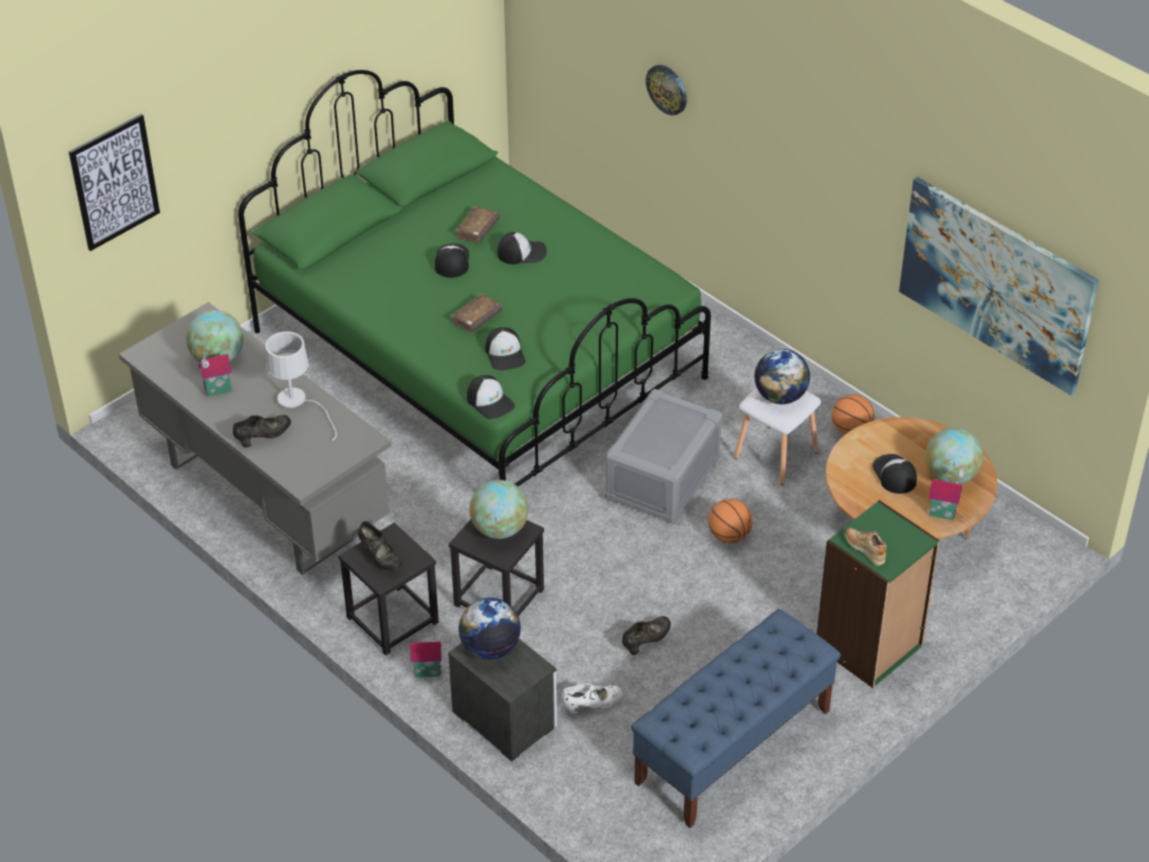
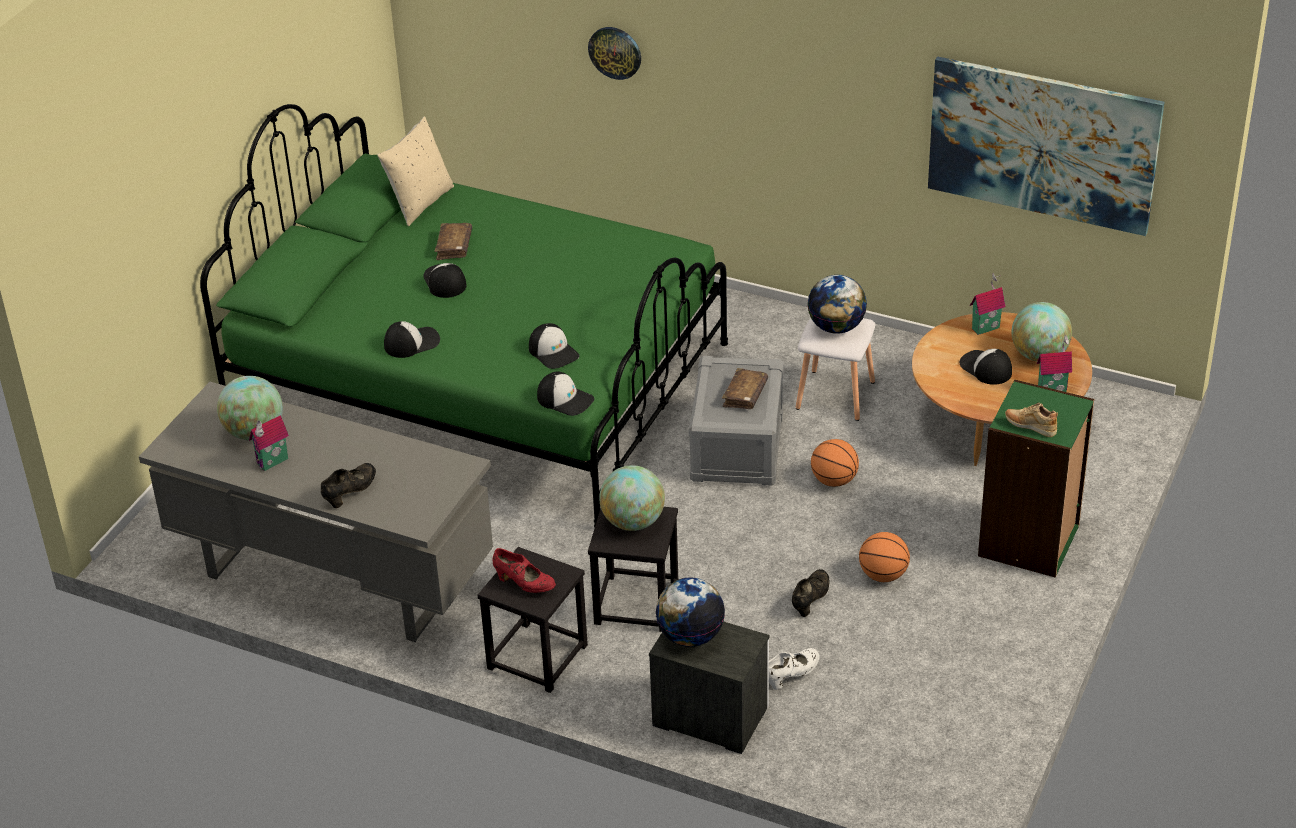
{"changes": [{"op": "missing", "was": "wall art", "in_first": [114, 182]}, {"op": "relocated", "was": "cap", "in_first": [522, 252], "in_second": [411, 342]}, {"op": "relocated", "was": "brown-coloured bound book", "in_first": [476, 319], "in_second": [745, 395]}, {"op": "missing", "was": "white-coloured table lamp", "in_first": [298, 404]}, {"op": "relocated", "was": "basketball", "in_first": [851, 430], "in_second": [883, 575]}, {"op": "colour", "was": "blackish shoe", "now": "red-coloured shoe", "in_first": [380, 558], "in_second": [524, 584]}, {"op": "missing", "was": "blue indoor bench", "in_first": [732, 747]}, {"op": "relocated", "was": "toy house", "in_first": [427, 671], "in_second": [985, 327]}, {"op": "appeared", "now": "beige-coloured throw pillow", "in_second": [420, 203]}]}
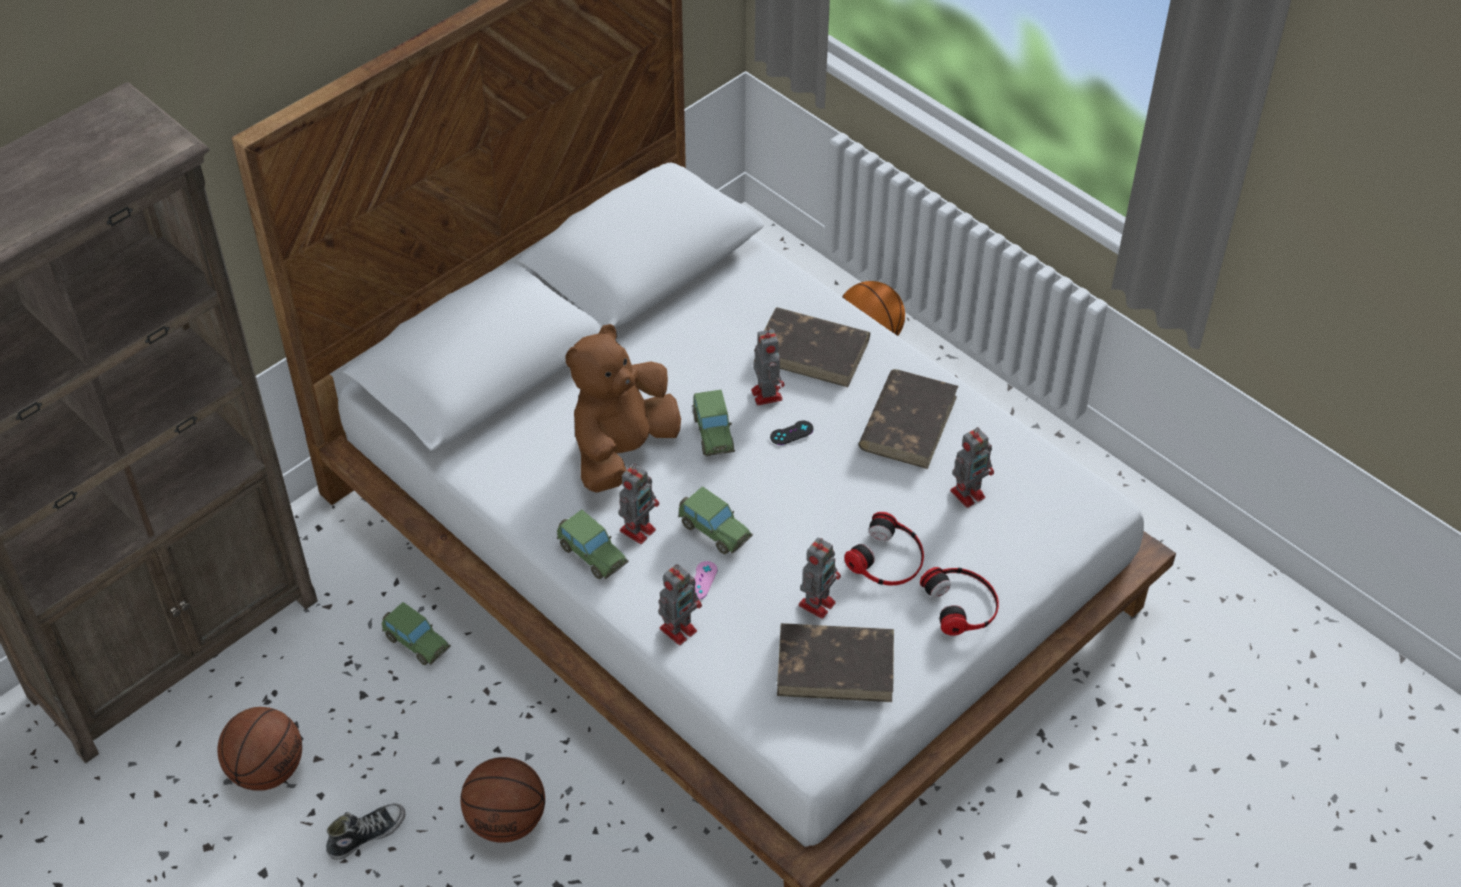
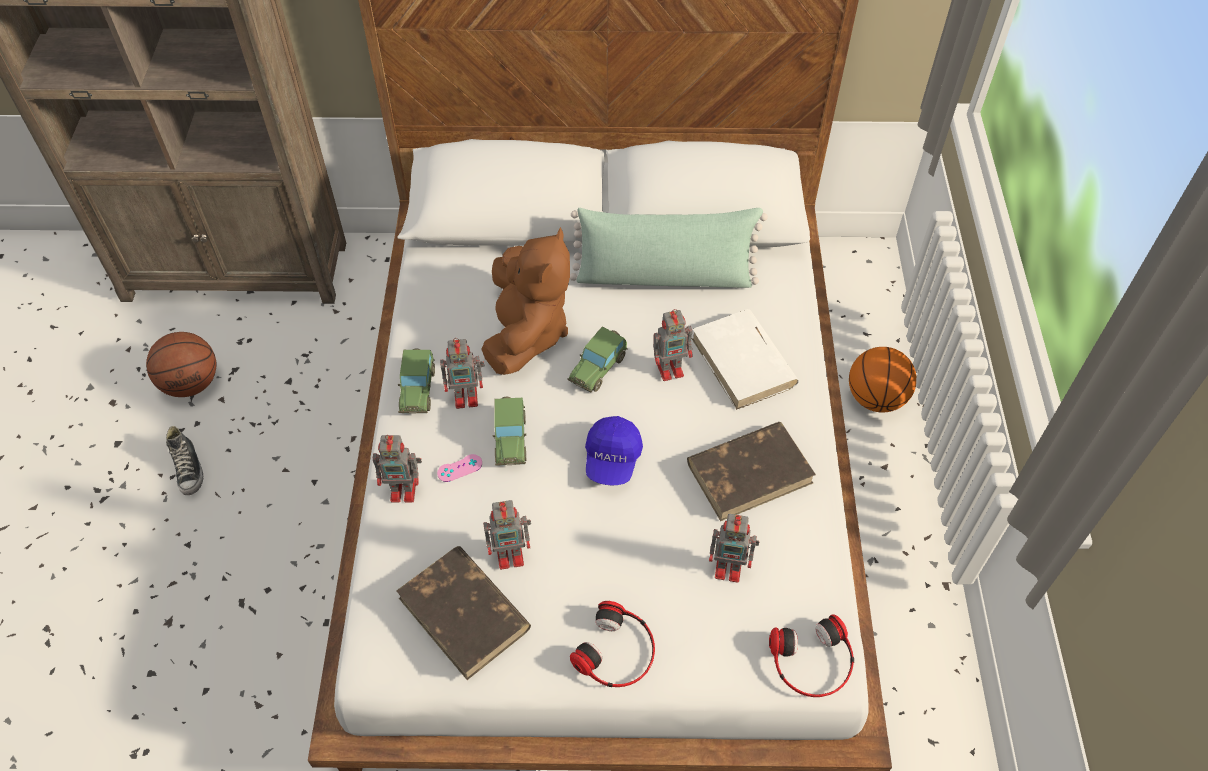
{"changes": [{"op": "colour", "was": "brown-coloured bound book", "now": "white-coloured bound book", "in_first": [813, 351], "in_second": [744, 363]}, {"op": "spun", "was": "brown-coloured cuddly toy", "in_first": [622, 450], "in_second": [526, 333], "clockwise": 105}, {"op": "spun", "was": "model robot", "in_first": [766, 393], "in_second": [671, 368], "clockwise": 45}, {"op": "missing", "was": "blackish game controller", "in_first": [791, 433]}, {"op": "relocated", "was": "headphones", "in_first": [888, 558], "in_second": [812, 661]}, {"op": "missing", "was": "toy car", "in_first": [416, 642]}, {"op": "missing", "was": "basketball", "in_first": [507, 820]}, {"op": "spun", "was": "shoe", "in_first": [366, 834], "in_second": [189, 469], "clockwise": 60}, {"op": "appeared", "now": "green throw pillow", "in_second": [664, 276]}, {"op": "appeared", "now": "blue cap", "in_second": [612, 459]}]}
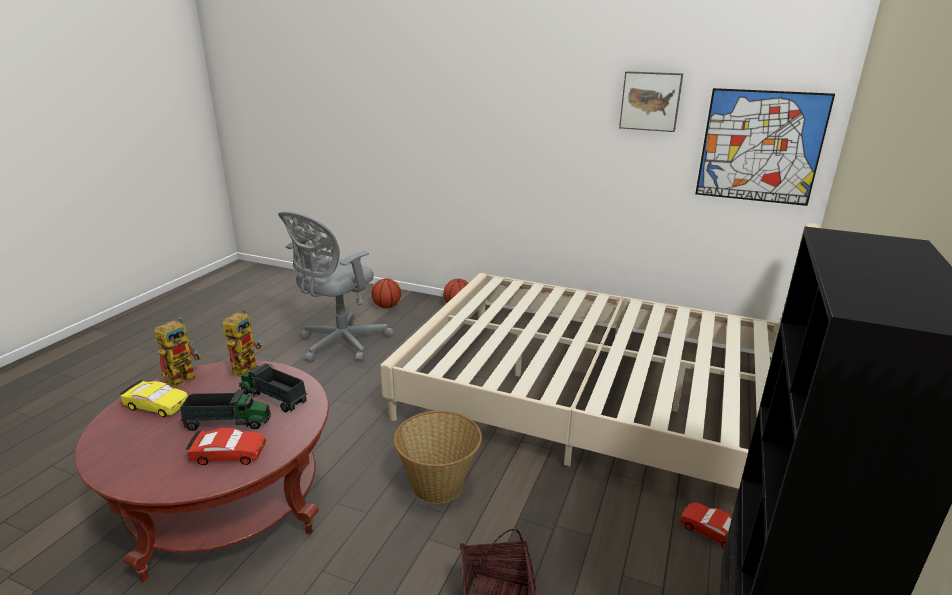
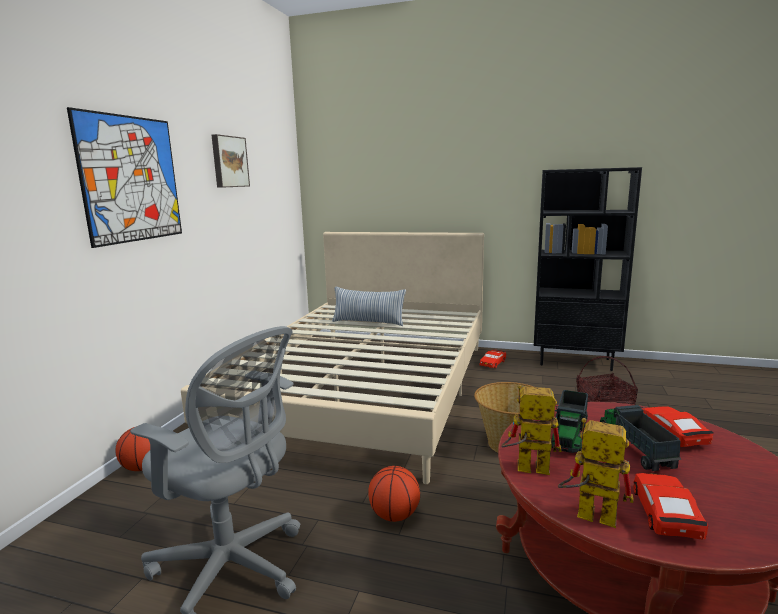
{"changes": [{"op": "relocated", "was": "wall art", "in_first": [760, 147], "in_second": [131, 179]}, {"op": "relocated", "was": "basketball", "in_first": [387, 306], "in_second": [394, 515]}, {"op": "colour", "was": "yellow toy car", "now": "red-coloured toy car", "in_first": [157, 405], "in_second": [665, 514]}, {"op": "appeared", "now": "throw pillow", "in_second": [368, 322]}]}
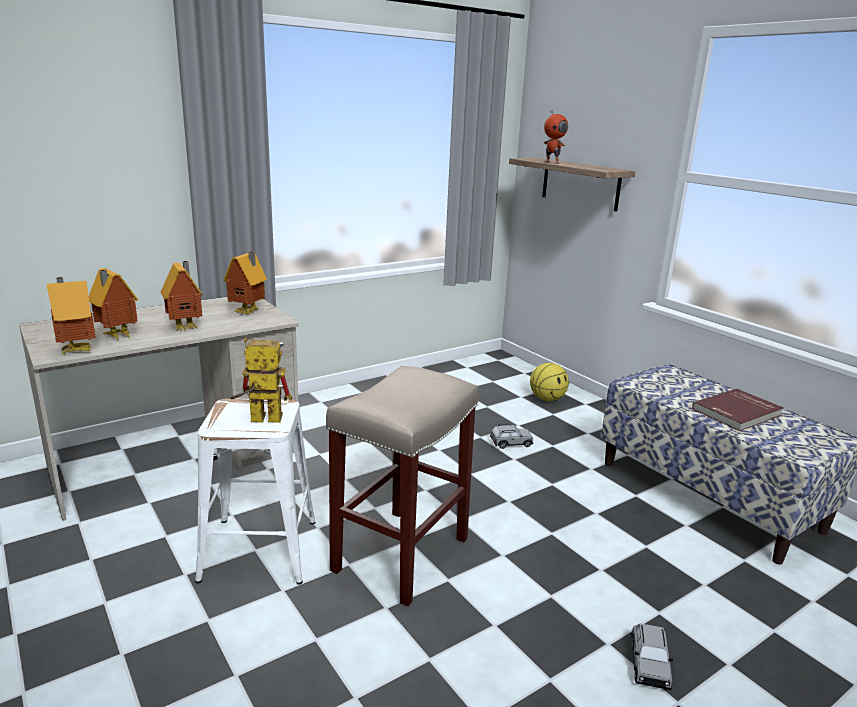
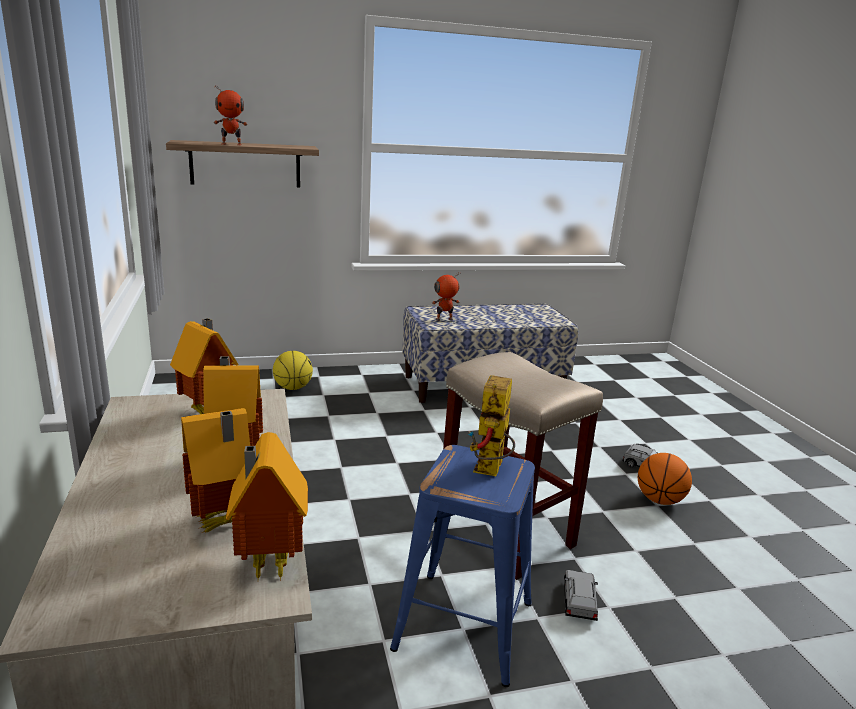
{"changes": [{"op": "missing", "was": "red-coloured bound book", "in_first": [738, 413]}, {"op": "colour", "was": "white-coloured stool", "now": "blue stool", "in_first": [259, 550], "in_second": [465, 625]}, {"op": "relocated", "was": "greyish toy car", "in_first": [511, 443], "in_second": [579, 602]}, {"op": "appeared", "now": "model robot", "in_second": [444, 320]}, {"op": "appeared", "now": "basketball", "in_second": [659, 500]}]}
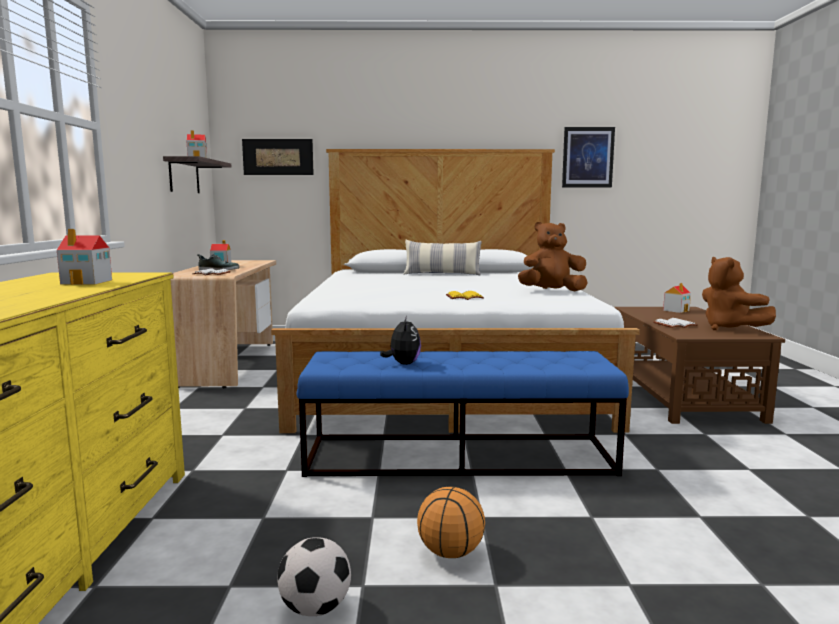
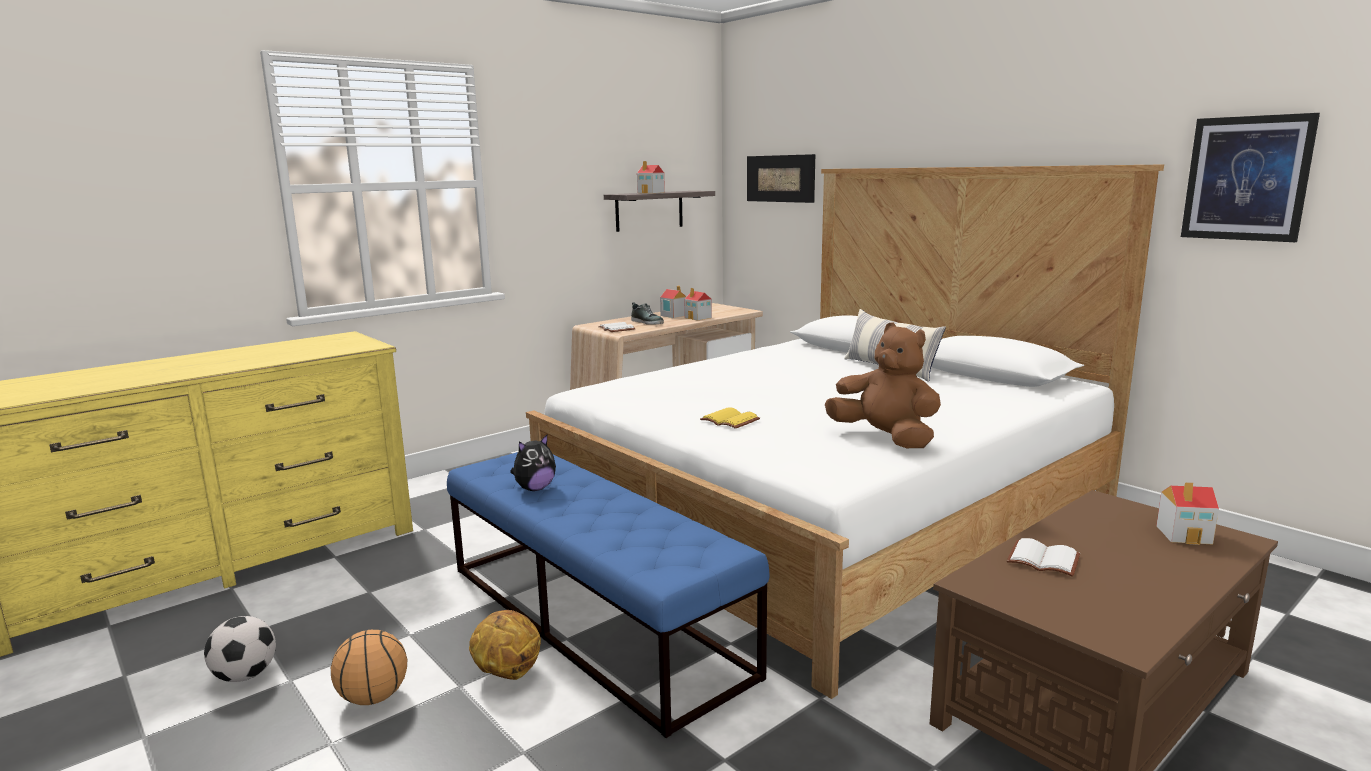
{"changes": [{"op": "relocated", "was": "toy house", "in_first": [87, 282], "in_second": [698, 318]}, {"op": "missing", "was": "brown-coloured cuddly toy", "in_first": [729, 328]}, {"op": "appeared", "now": "basketball", "in_second": [507, 673]}]}
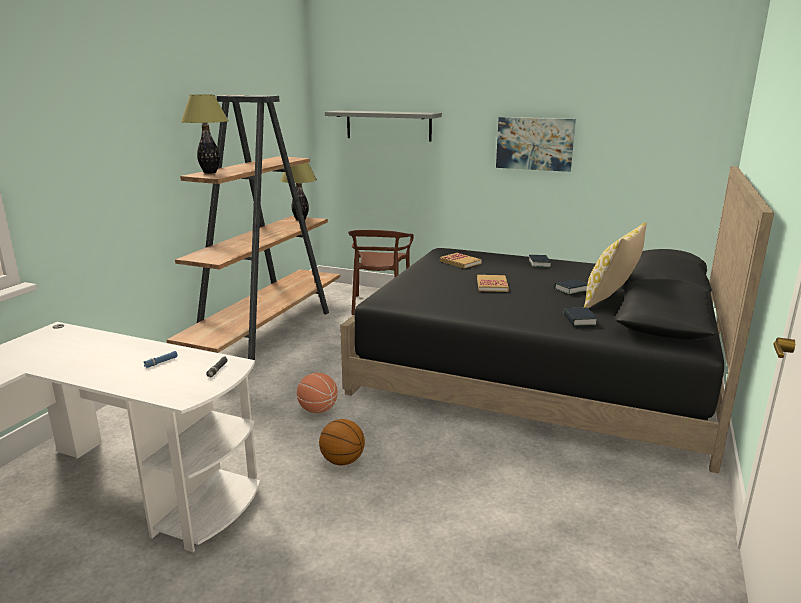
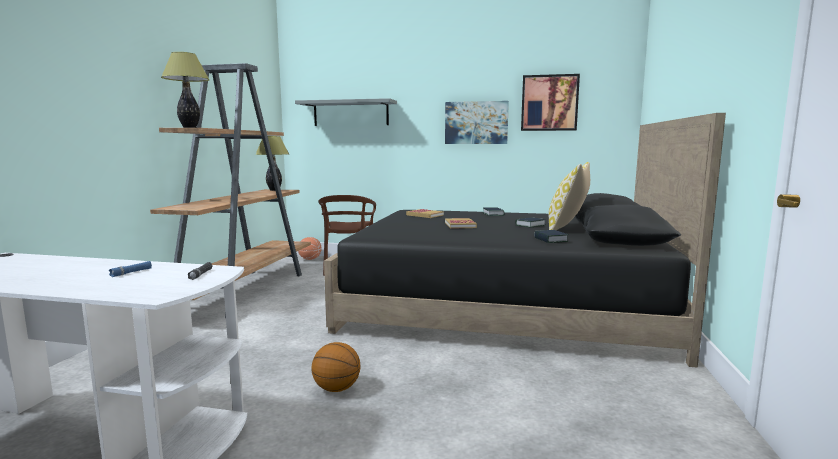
{"changes": [{"op": "relocated", "was": "basketball", "in_first": [318, 410], "in_second": [310, 259]}, {"op": "appeared", "now": "wall art", "in_second": [549, 103]}]}
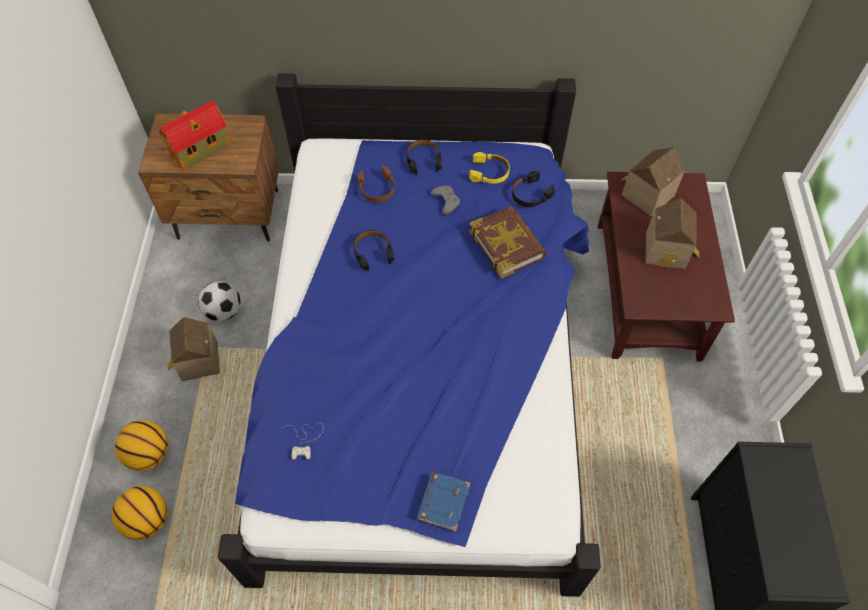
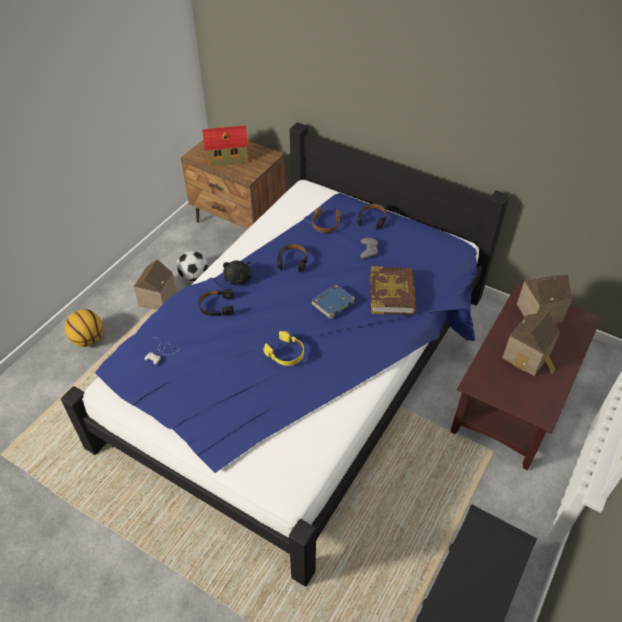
{"changes": [{"op": "relocated", "was": "yellow headphones", "in_first": [489, 172], "in_second": [286, 353]}, {"op": "relocated", "was": "blackish headphones", "in_first": [530, 194], "in_second": [216, 306]}, {"op": "relocated", "was": "blue bound book", "in_first": [443, 502], "in_second": [332, 303]}, {"op": "missing", "was": "basketball", "in_first": [148, 520]}, {"op": "appeared", "now": "blackish cuddly toy", "in_second": [239, 278]}]}
